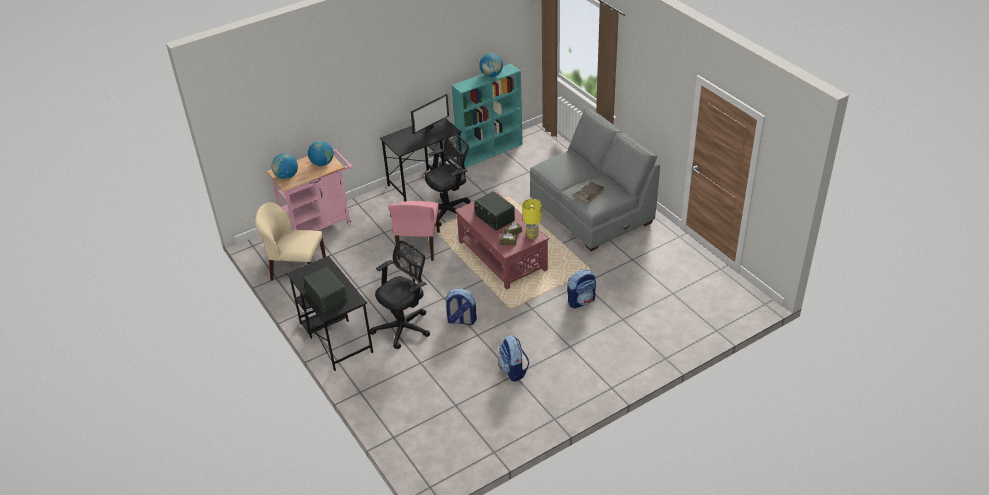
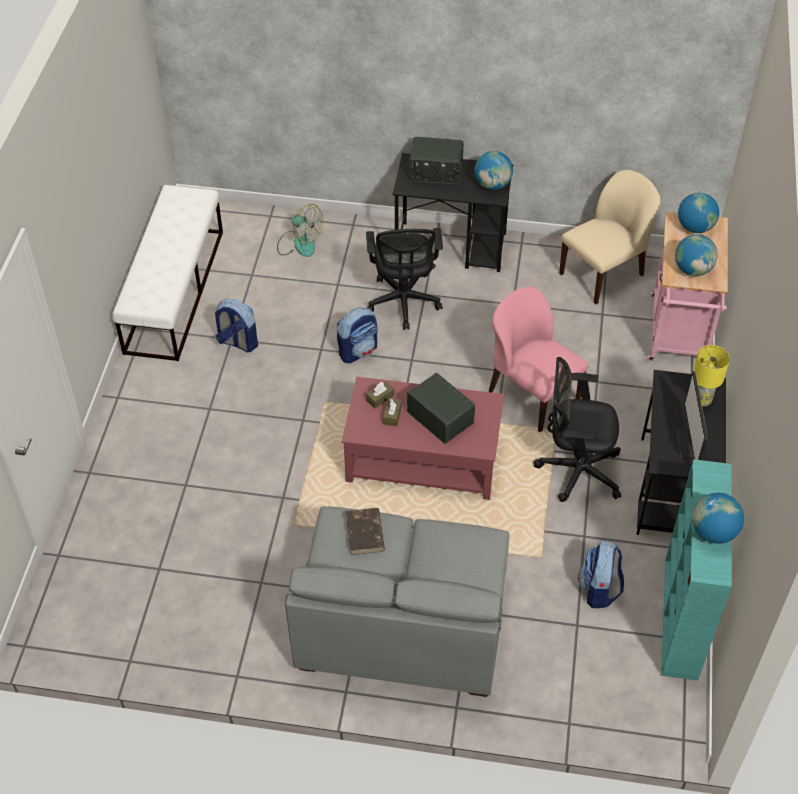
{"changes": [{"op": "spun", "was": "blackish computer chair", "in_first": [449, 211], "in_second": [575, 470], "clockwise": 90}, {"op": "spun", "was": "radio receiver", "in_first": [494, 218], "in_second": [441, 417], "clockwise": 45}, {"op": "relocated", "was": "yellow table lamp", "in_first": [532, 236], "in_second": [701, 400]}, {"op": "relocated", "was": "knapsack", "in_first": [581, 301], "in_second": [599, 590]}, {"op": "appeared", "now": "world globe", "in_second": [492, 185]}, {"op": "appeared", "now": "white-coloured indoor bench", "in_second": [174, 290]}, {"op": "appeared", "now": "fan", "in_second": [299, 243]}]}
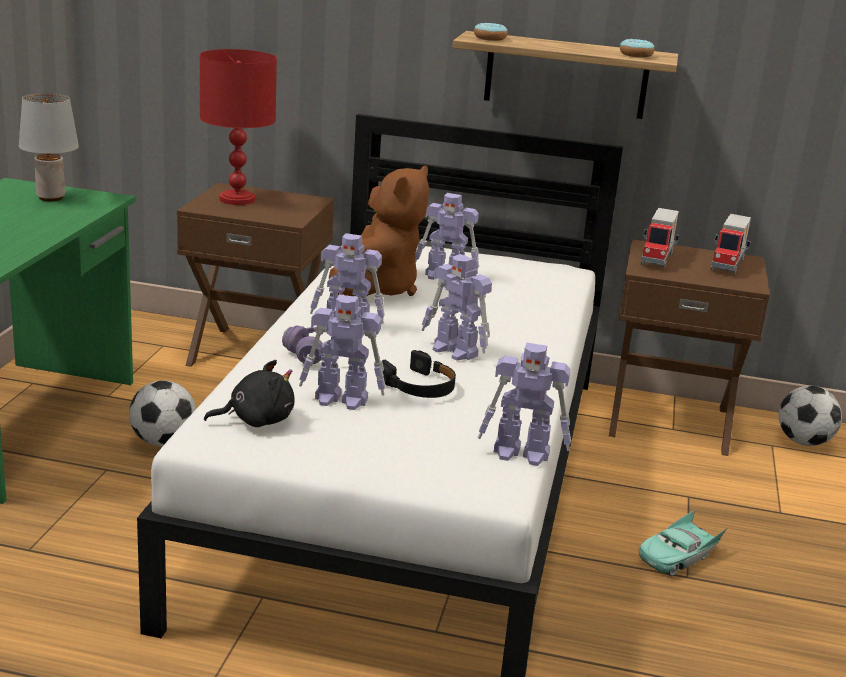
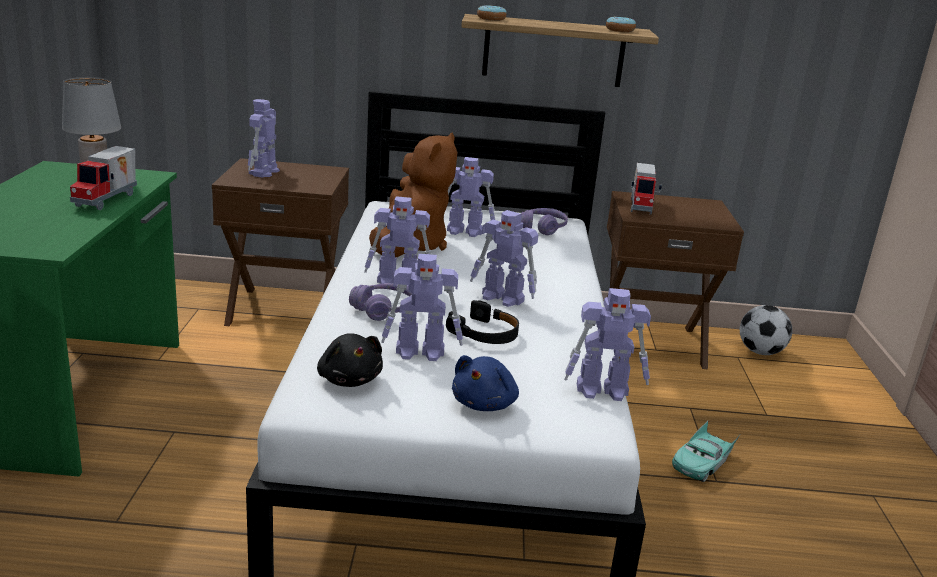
{"changes": [{"op": "exchanged", "was": "red-coloured table lamp", "now": "model robot", "in_first": [237, 199], "in_second": [263, 172]}, {"op": "relocated", "was": "toy truck", "in_first": [729, 265], "in_second": [108, 200]}, {"op": "spun", "was": "blackish cuddly toy", "in_first": [256, 420], "in_second": [349, 379], "clockwise": 90}, {"op": "missing", "was": "football ball", "in_first": [163, 442]}, {"op": "appeared", "now": "purple-coloured headphones", "in_second": [542, 228]}, {"op": "appeared", "now": "blue cuddly toy", "in_second": [485, 404]}]}
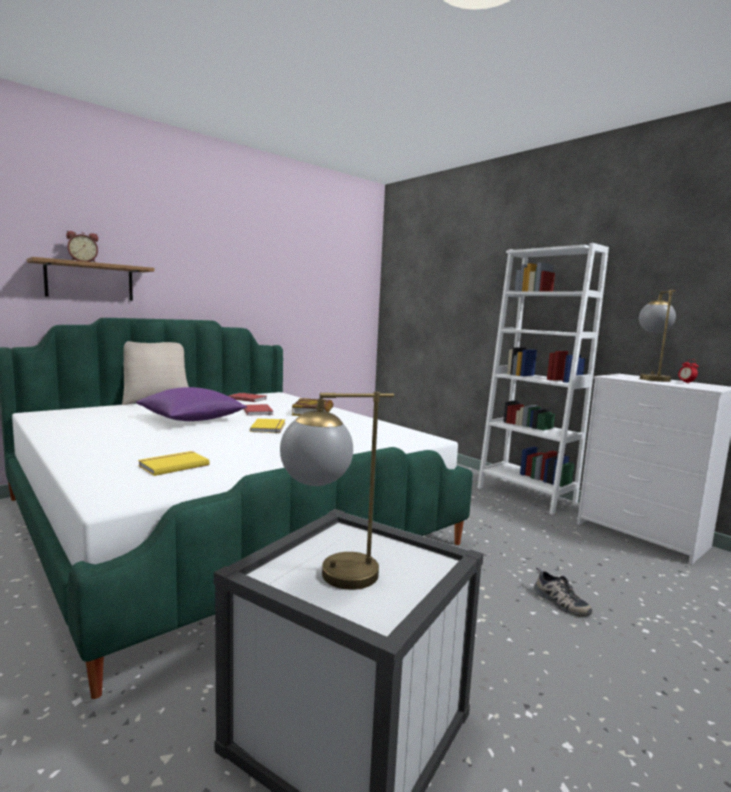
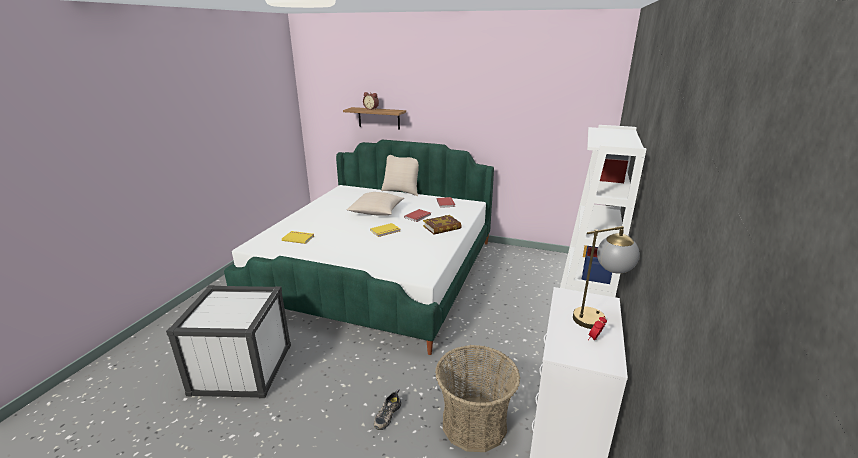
{"changes": [{"op": "colour", "was": "purple-coloured throw pillow", "now": "beige-coloured throw pillow", "in_first": [191, 419], "in_second": [376, 211]}, {"op": "missing", "was": "table lamp", "in_first": [329, 577]}, {"op": "appeared", "now": "storage basket", "in_second": [474, 424]}]}
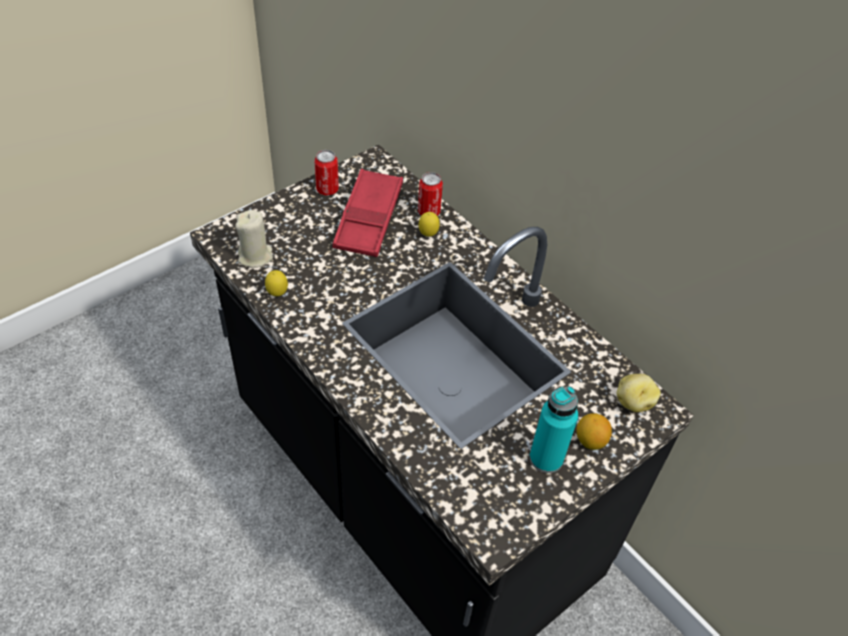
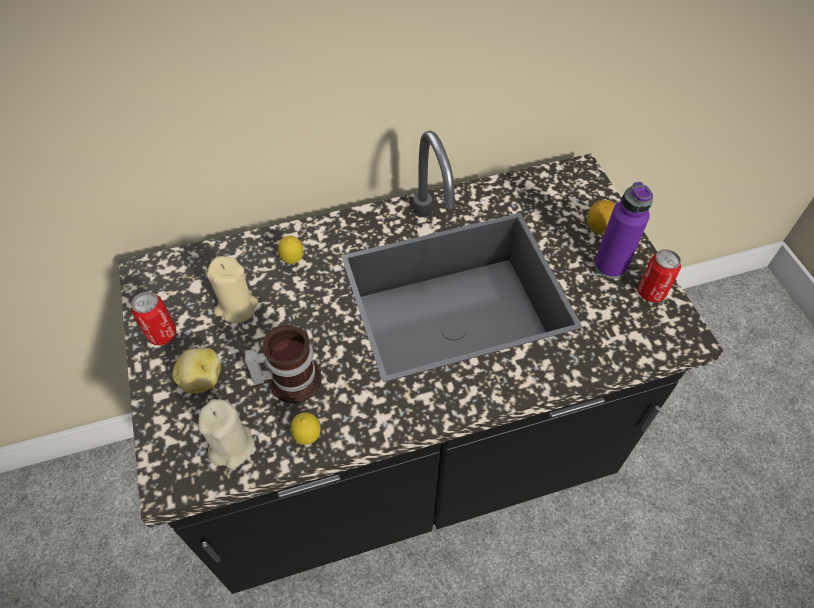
{"changes": [{"op": "exchanged", "was": "red-coloured tray", "now": "beige-coloured wax candle", "in_first": [368, 218], "in_second": [236, 307]}, {"op": "relocated", "was": "sealed can", "in_first": [429, 212], "in_second": [651, 292]}, {"op": "relocated", "was": "spud", "in_first": [633, 402], "in_second": [201, 380]}, {"op": "colour", "was": "turquoise drink bottle", "now": "purple-coloured drink bottle", "in_first": [546, 458], "in_second": [610, 266]}, {"op": "appeared", "now": "mug", "in_second": [289, 378]}]}
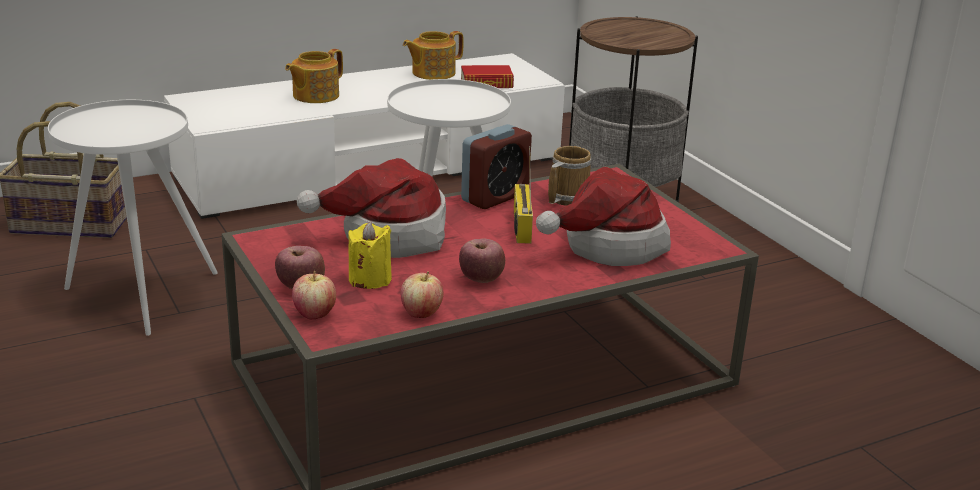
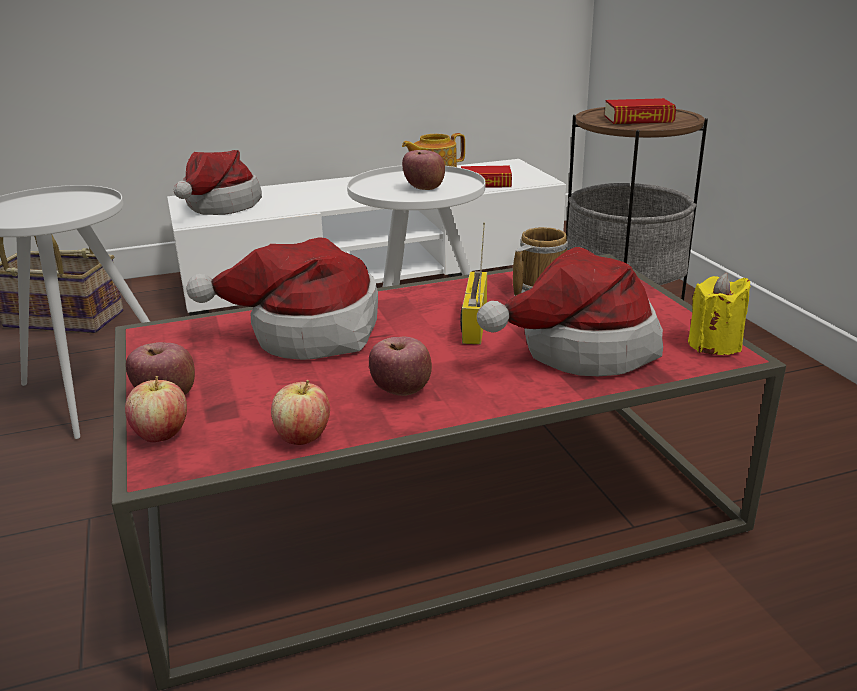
{"changes": [{"op": "missing", "was": "tea pot", "in_first": [314, 96]}, {"op": "missing", "was": "table clock", "in_first": [495, 197]}, {"op": "relocated", "was": "yellow wax candle", "in_first": [370, 279], "in_second": [714, 344]}, {"op": "appeared", "now": "bound book", "in_second": [638, 119]}, {"op": "appeared", "now": "hat", "in_second": [218, 206]}, {"op": "appeared", "now": "apple", "in_second": [424, 188]}]}
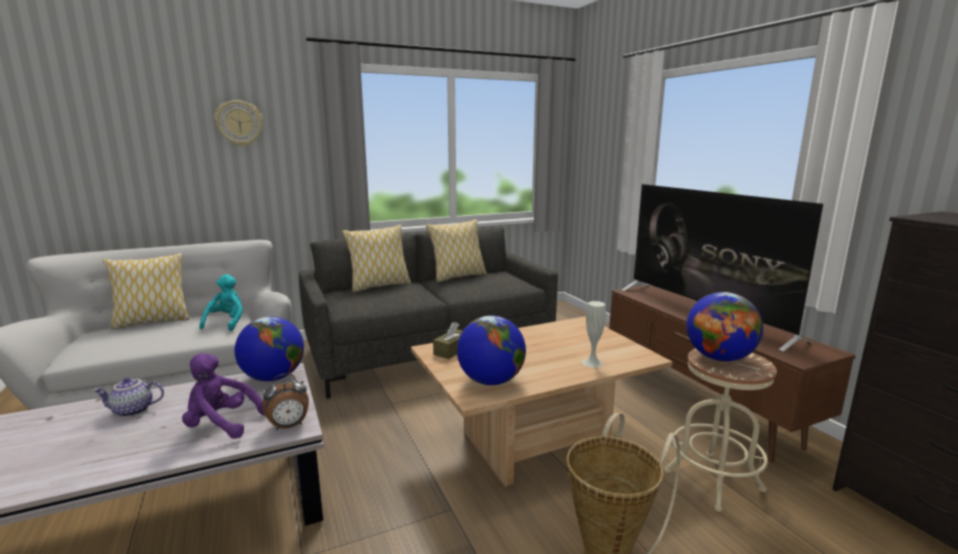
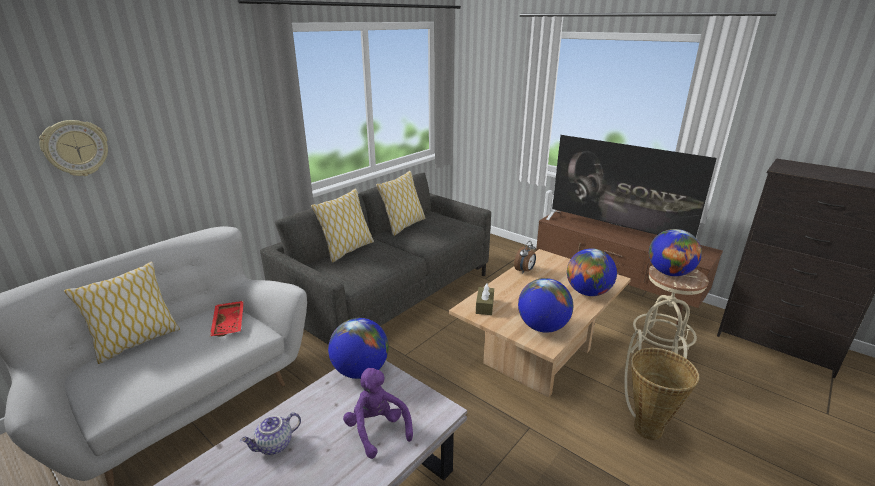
{"changes": [{"op": "relocated", "was": "wall clock", "in_first": [239, 123], "in_second": [76, 148]}, {"op": "exchanged", "was": "turquoise cuddly toy", "now": "red-coloured tray", "in_first": [227, 323], "in_second": [230, 323]}, {"op": "exchanged", "was": "white-coloured flower vase", "now": "world globe", "in_first": [592, 363], "in_second": [588, 292]}, {"op": "spun", "was": "purple-coloured cuddly toy", "in_first": [222, 424], "in_second": [377, 429], "clockwise": 75}, {"op": "relocated", "was": "table clock", "in_first": [289, 426], "in_second": [525, 271]}]}
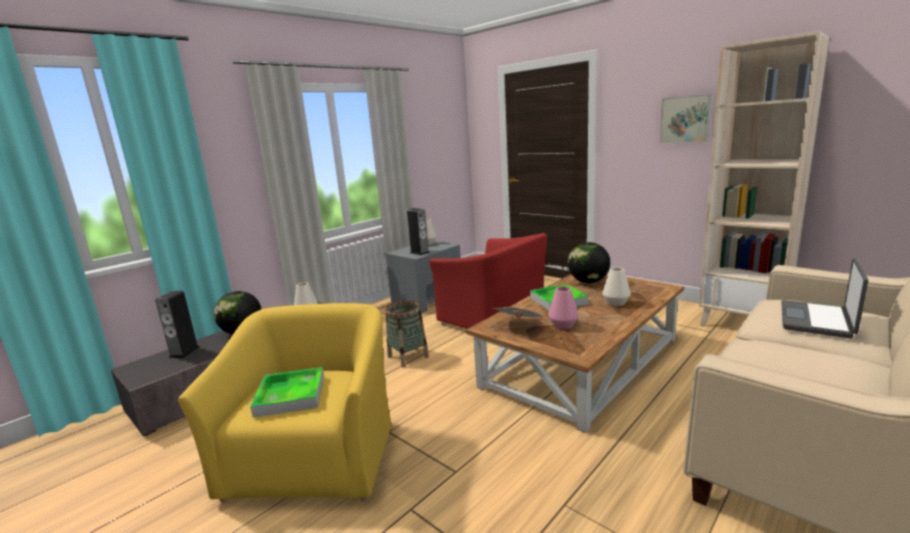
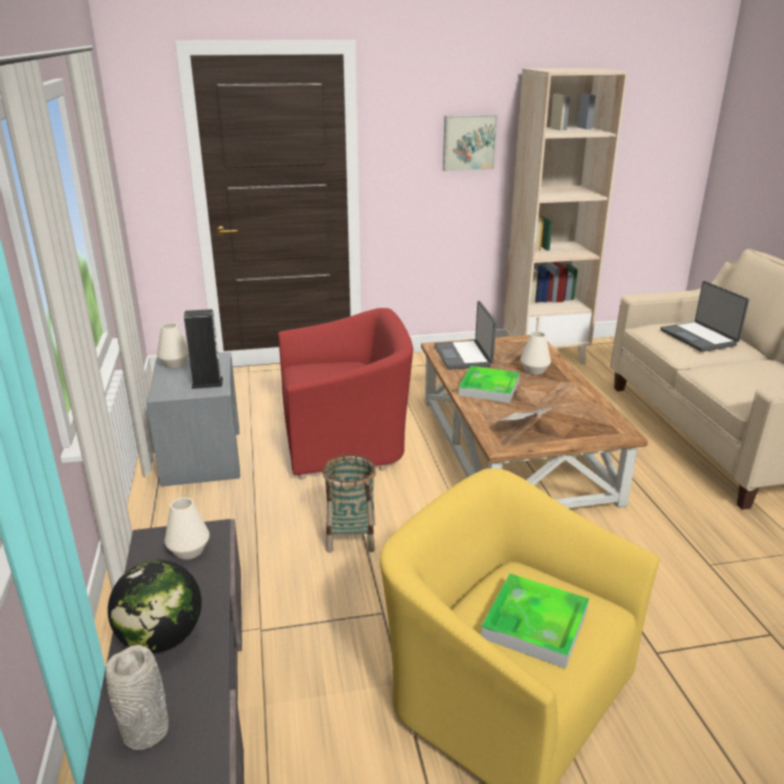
{"changes": [{"op": "exchanged", "was": "world globe", "now": "laptop", "in_first": [588, 282], "in_second": [464, 356]}, {"op": "missing", "was": "pinkish flower vase", "in_first": [563, 325]}, {"op": "exchanged", "was": "audio speaker", "now": "greyish flower vase", "in_first": [184, 352], "in_second": [145, 730]}]}
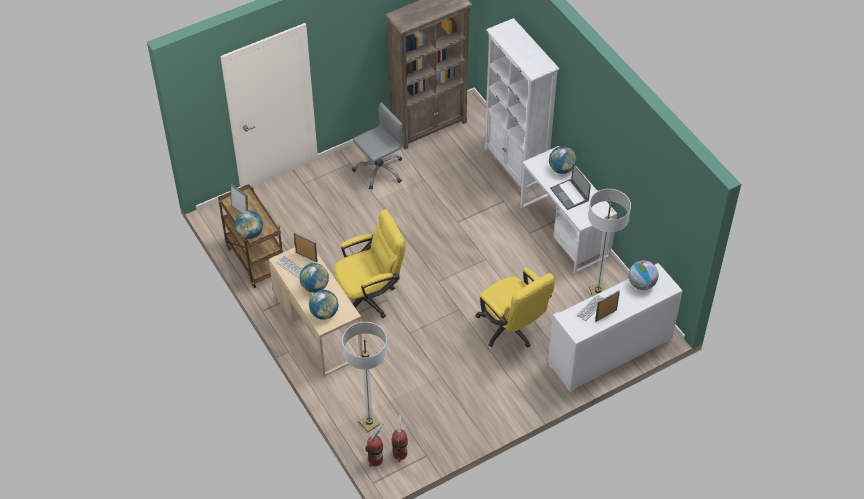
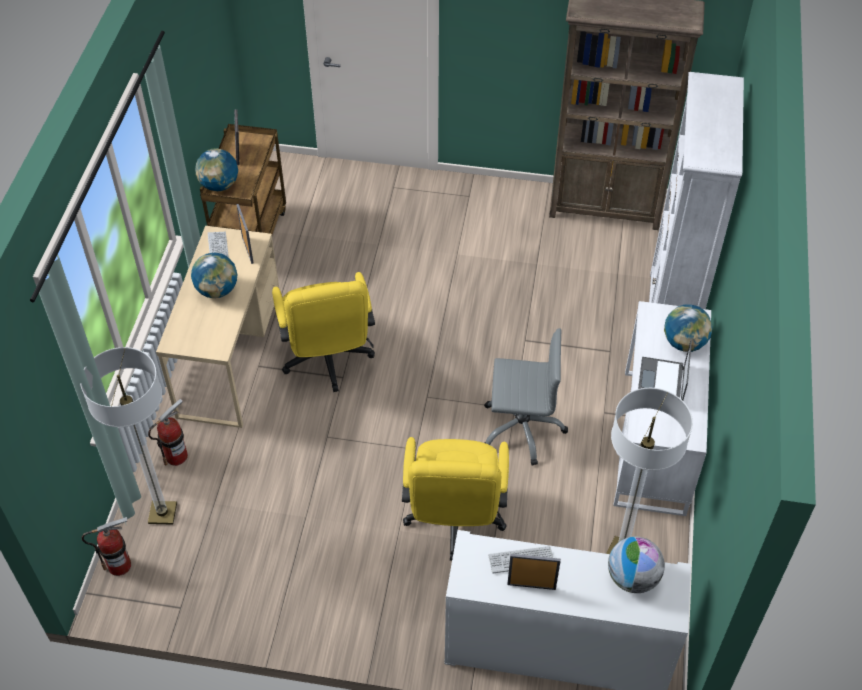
{"changes": [{"op": "relocated", "was": "greyish computer chair", "in_first": [379, 170], "in_second": [522, 428]}, {"op": "spun", "was": "yellow computer chair", "in_first": [370, 297], "in_second": [328, 361], "clockwise": 60}, {"op": "missing", "was": "world globe", "in_first": [324, 313]}, {"op": "relocated", "was": "fire-fighting cylinder", "in_first": [400, 453], "in_second": [176, 456]}]}
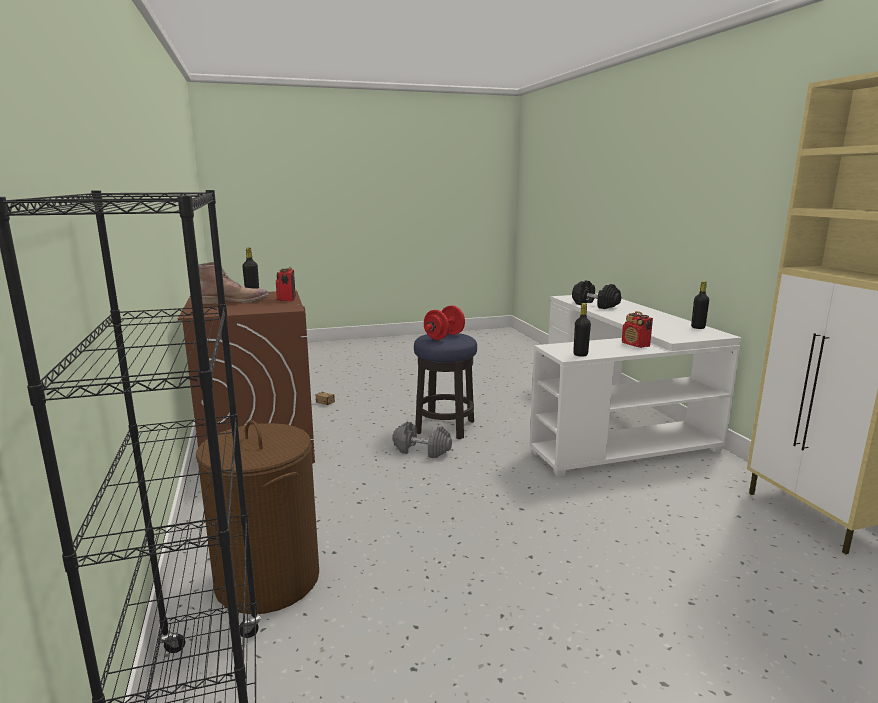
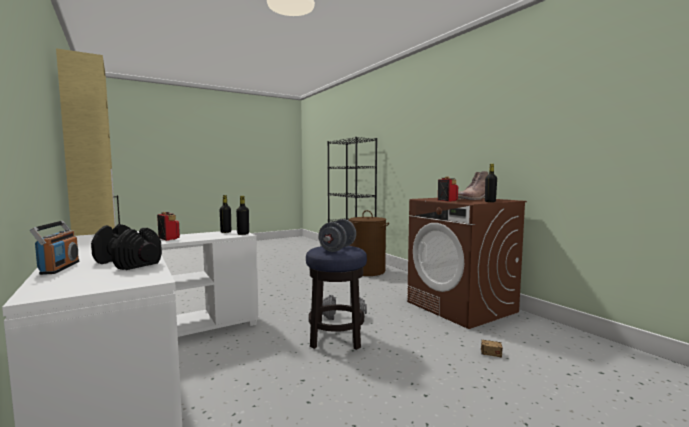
{"changes": [{"op": "relocated", "was": "blackish drink bottle", "in_first": [698, 327], "in_second": [243, 234]}, {"op": "colour", "was": "red-coloured free weight", "now": "greyish free weight", "in_first": [444, 336], "in_second": [337, 249]}, {"op": "appeared", "now": "radio receiver", "in_second": [59, 268]}]}
